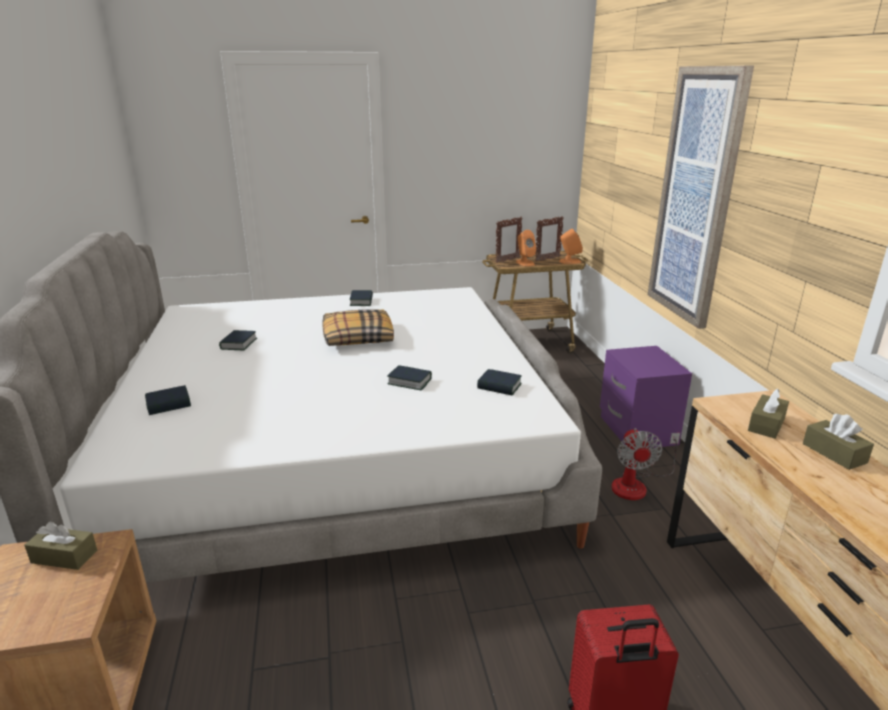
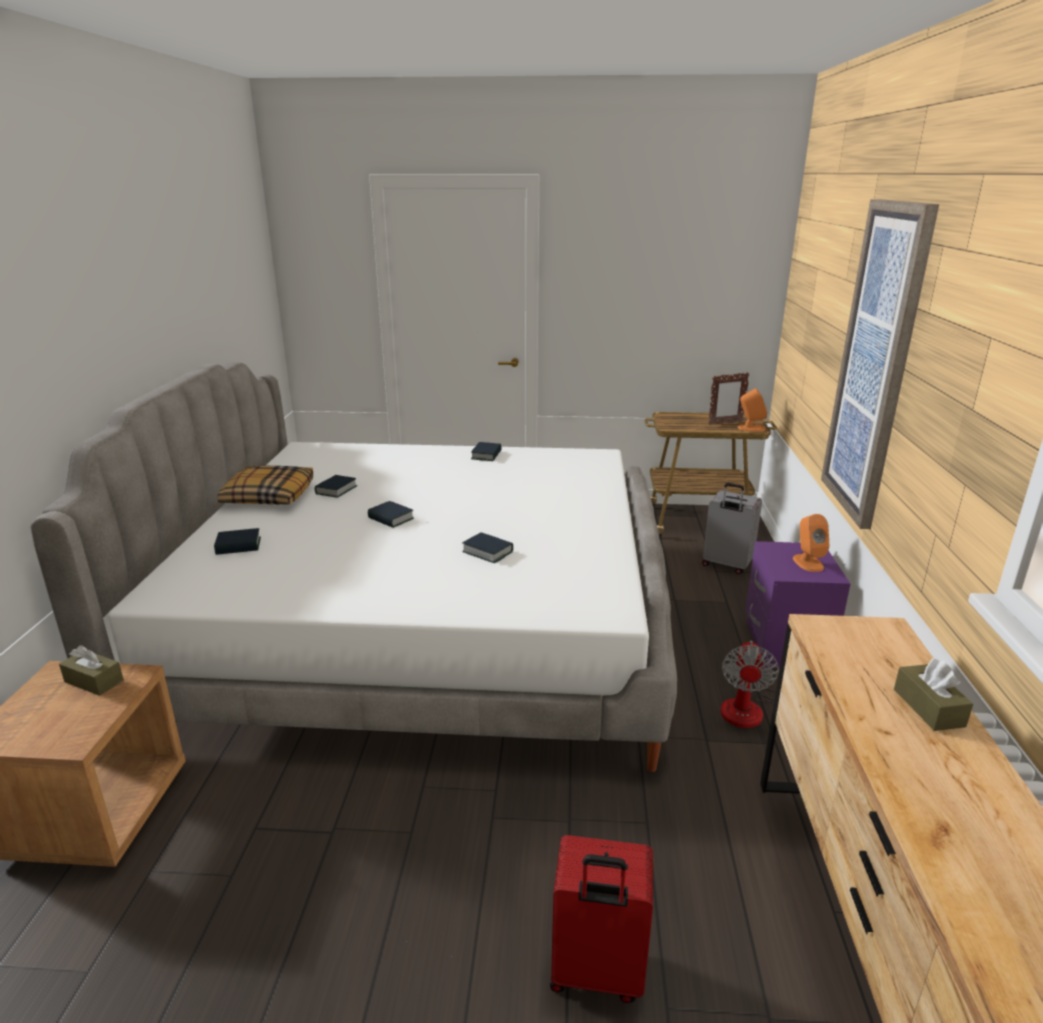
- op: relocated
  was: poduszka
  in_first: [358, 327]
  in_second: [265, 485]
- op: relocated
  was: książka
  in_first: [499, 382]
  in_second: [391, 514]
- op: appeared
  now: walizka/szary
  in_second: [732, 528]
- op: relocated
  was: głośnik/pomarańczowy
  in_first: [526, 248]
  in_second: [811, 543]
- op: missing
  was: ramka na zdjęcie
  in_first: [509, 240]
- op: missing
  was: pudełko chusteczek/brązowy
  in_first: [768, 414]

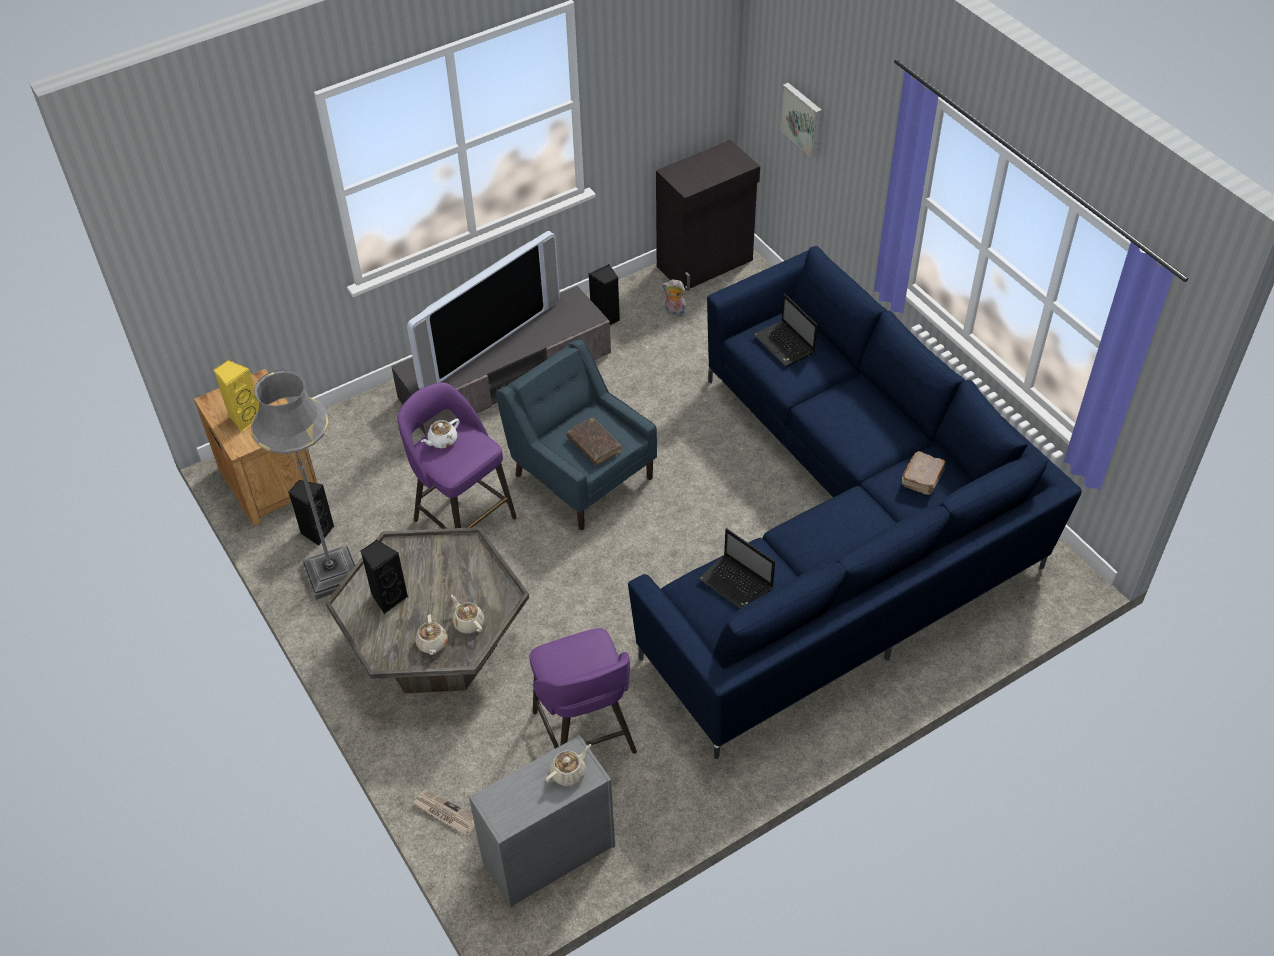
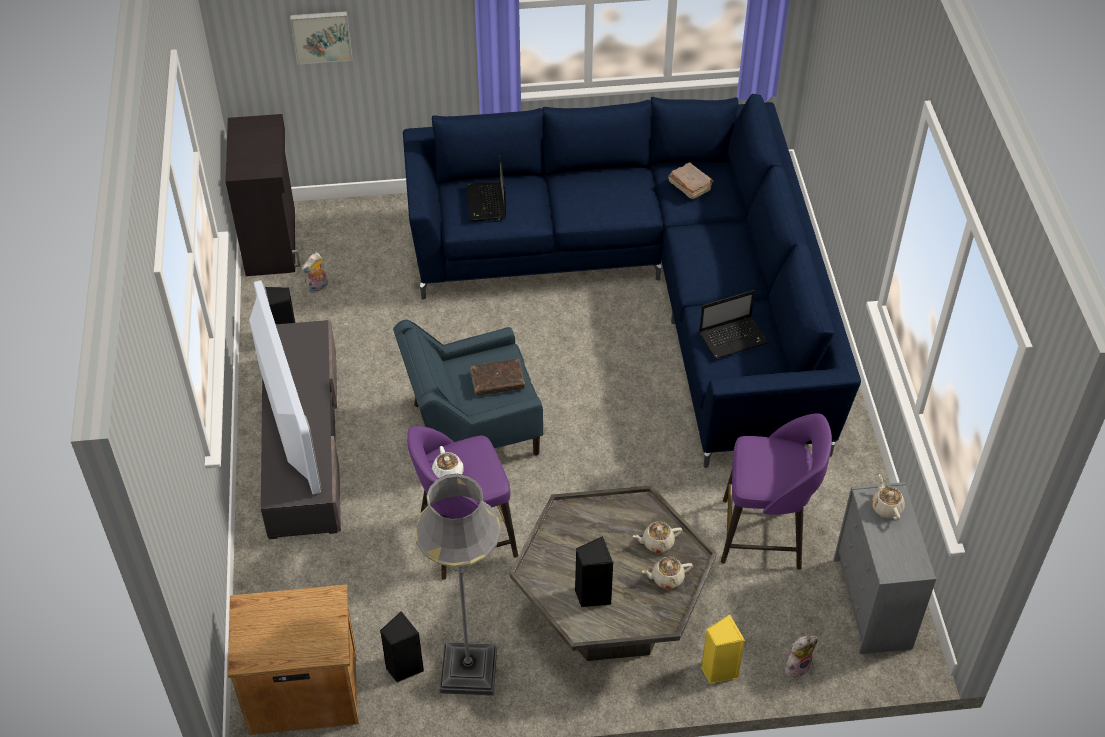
- op: spun
  was: laptop
  in_first: [785, 330]
  in_second: [486, 188]
  clockwise: 90
- op: spun
  was: imbryk/beżowy
  in_first: [431, 634]
  in_second: [667, 573]
  clockwise: 150
- op: relocated
  was: głośnik/żółty
  in_first: [236, 395]
  in_second: [723, 649]
- op: exchanged
  was: gazeta
  now: pluszak
  in_first: [443, 812]
  in_second: [801, 656]

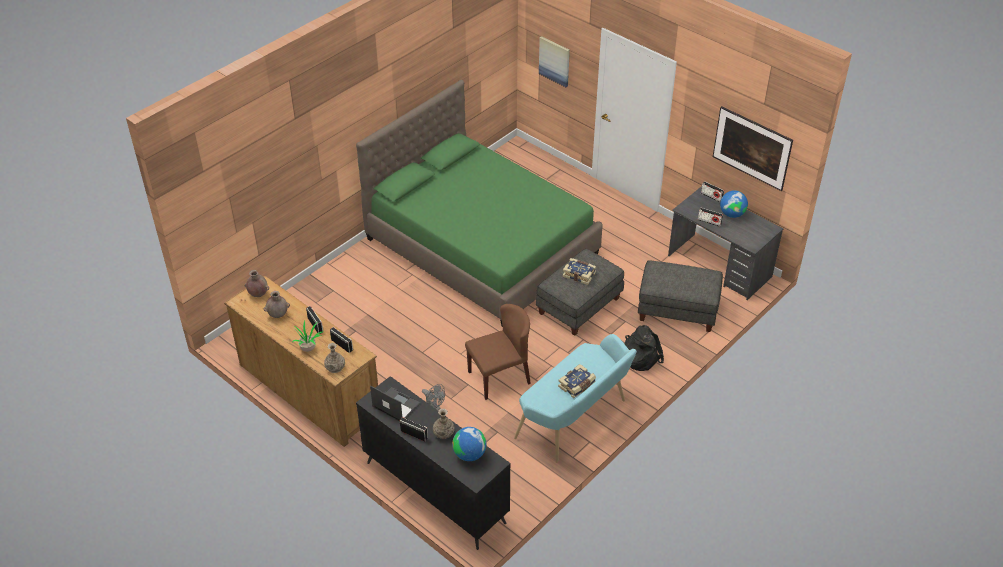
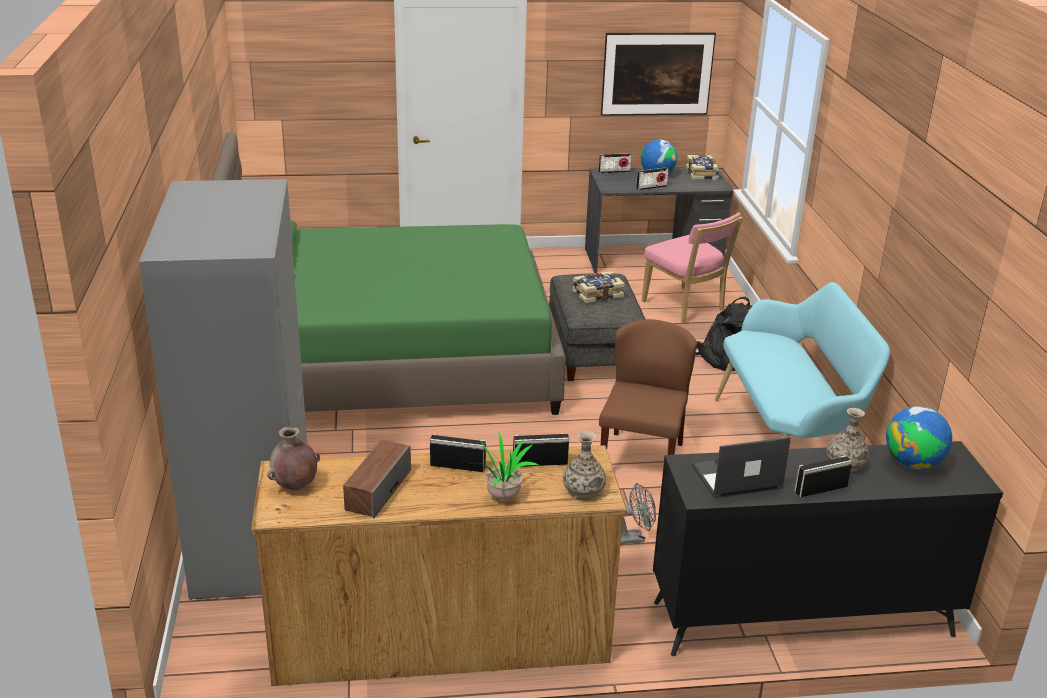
- op: appeared
  now: szafa/szary
  in_second: [223, 389]
- op: exchanged
  was: wazon/brązowy
  now: głośnik
  in_first: [277, 304]
  in_second: [377, 478]
- op: exchanged
  was: pufa/szary
  now: krzesło/różowy
  in_first: [680, 296]
  in_second: [692, 268]
- op: relocated
  was: książka
  in_first: [577, 381]
  in_second: [702, 167]
- op: missing
  was: obraz
  in_first: [554, 61]

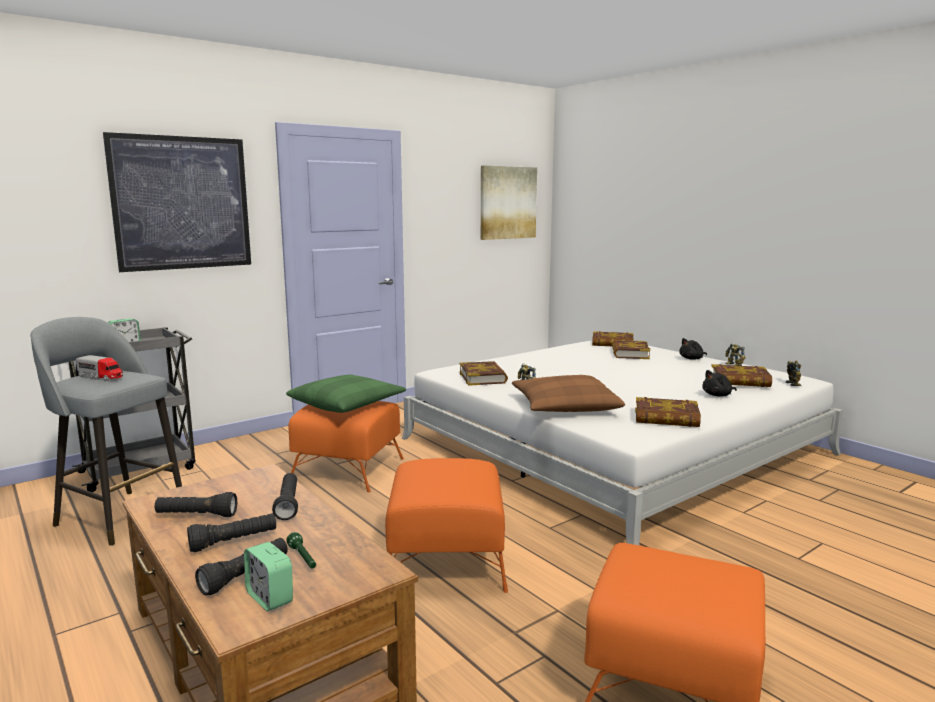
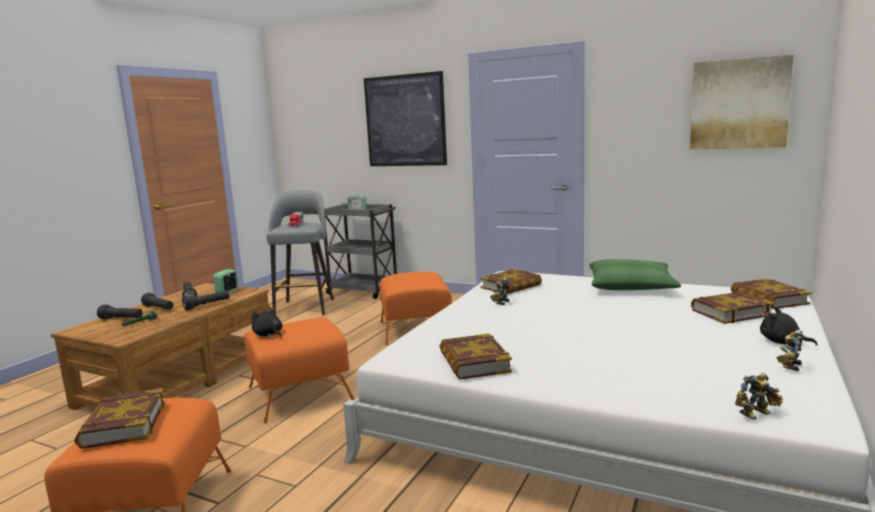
- op: relocated
  was: książka
  in_first: [742, 375]
  in_second: [119, 418]
- op: relocated
  was: budzik
  in_first: [268, 576]
  in_second: [226, 281]
- op: relocated
  was: pluszak/czarny
  in_first: [719, 383]
  in_second: [267, 322]
- op: relocated
  was: poduszka/zielony
  in_first: [346, 394]
  in_second: [635, 274]
- op: missing
  was: poduszka/brązowy
  in_first: [568, 393]

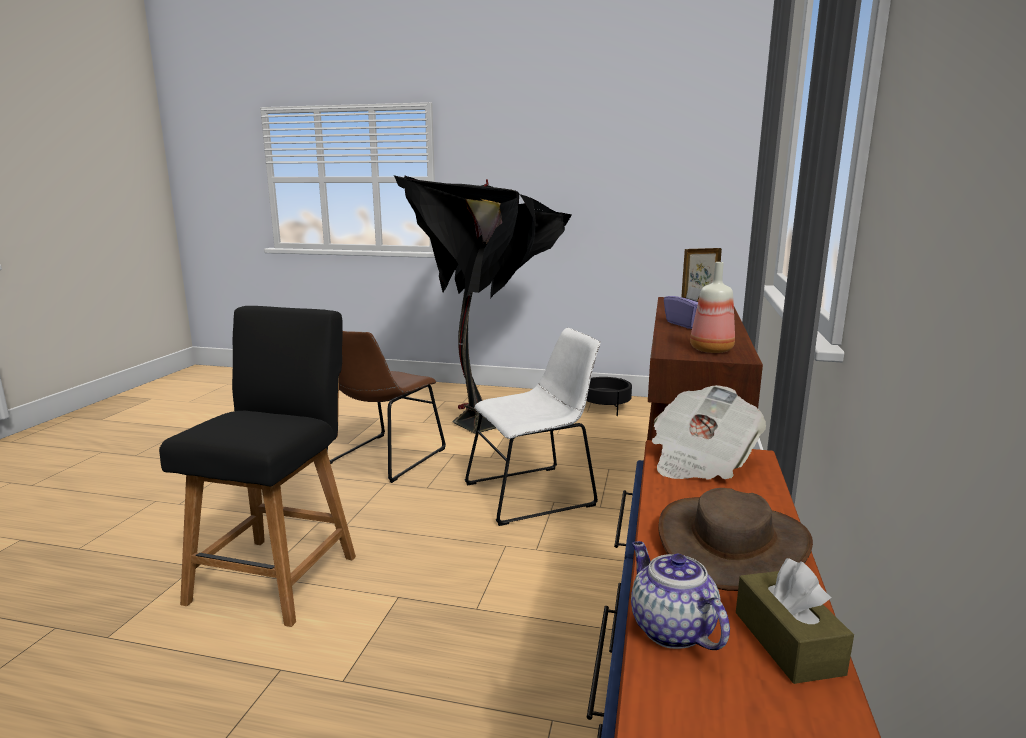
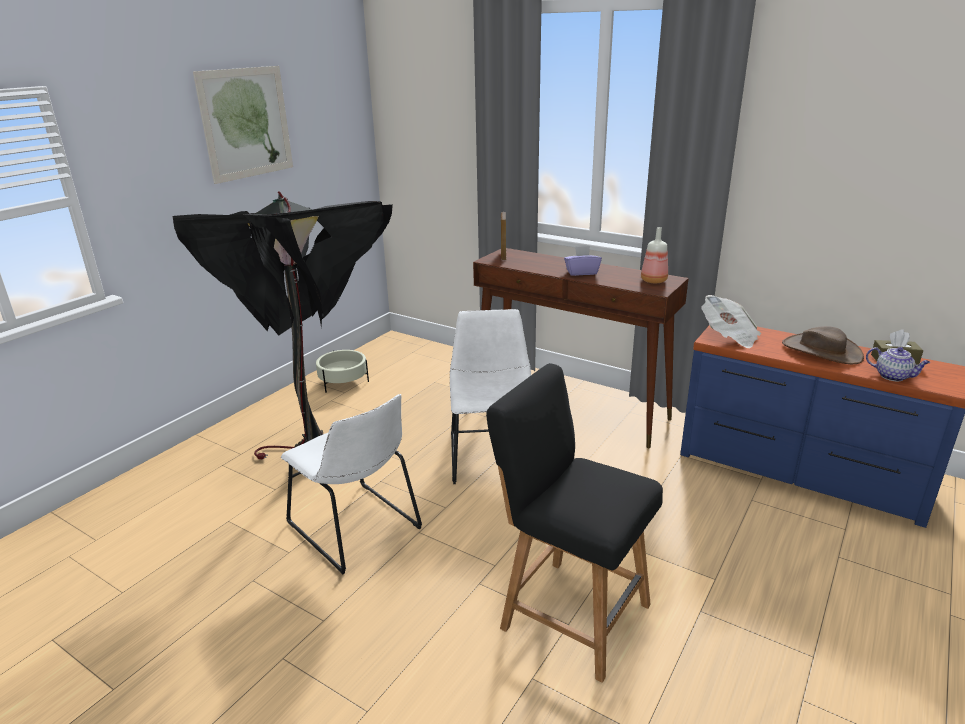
- op: appeared
  now: obraz
  in_second: [243, 125]
- op: colour
  was: krzesło/brązowy
  now: krzesło/biały
  in_first: [386, 407]
  in_second: [351, 484]
- op: colour
  was: donica/czarny
  now: donica/beżowy
  in_first: [609, 396]
  in_second: [342, 371]
- op: spun
  was: imbryk
  in_first: [680, 595]
  in_second: [898, 364]
  clockwise: -135

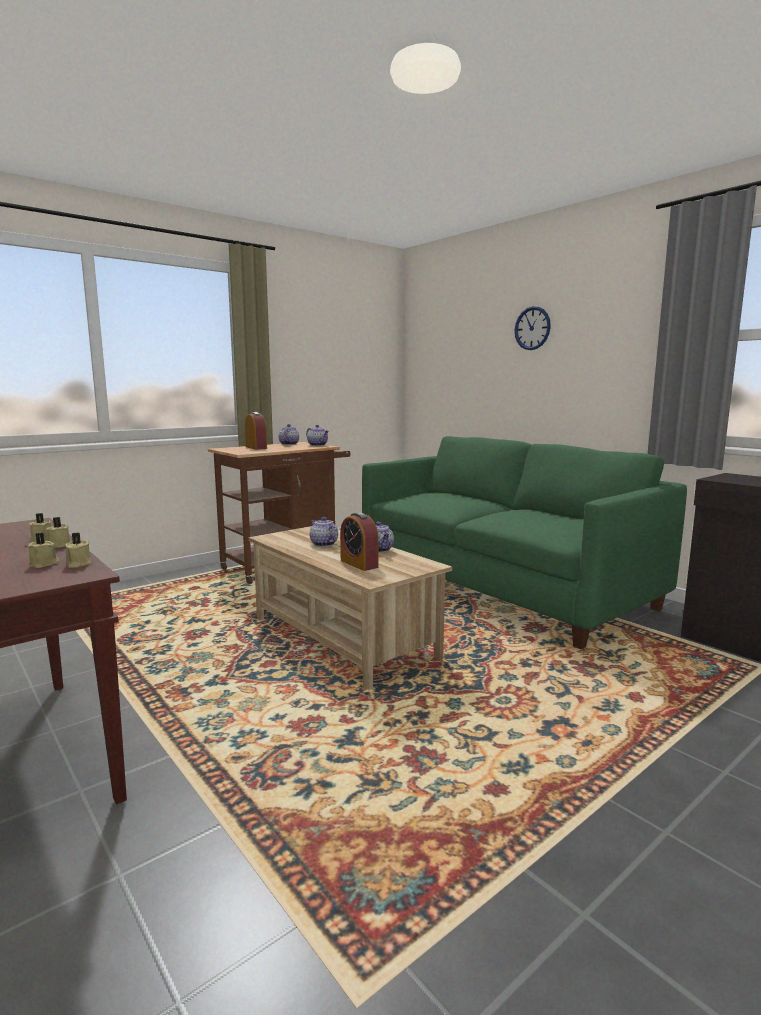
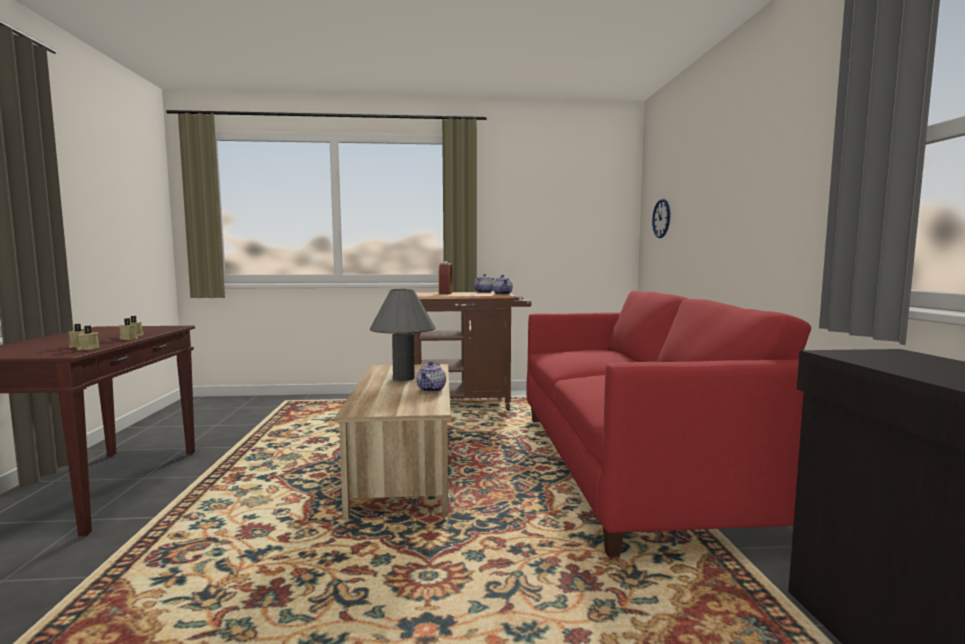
- op: exchanged
  was: imbryk
  now: lampa stołowa/szary
  in_first: [324, 532]
  in_second: [402, 335]
- op: colour
  was: kanapa/zielony
  now: kanapa/czerwony
  in_first: [524, 542]
  in_second: [668, 424]
- op: relocated
  was: zegar ścienny
  in_first: [533, 328]
  in_second: [661, 218]
- op: missing
  was: budzik
  in_first: [359, 541]

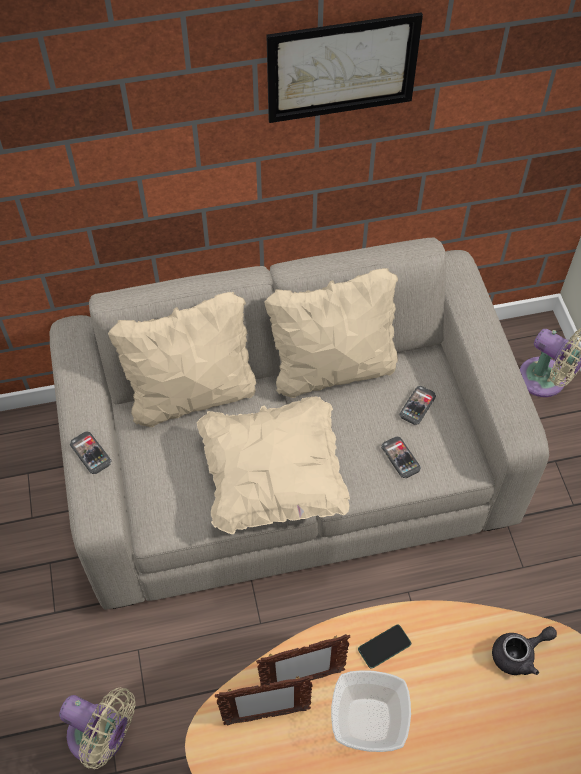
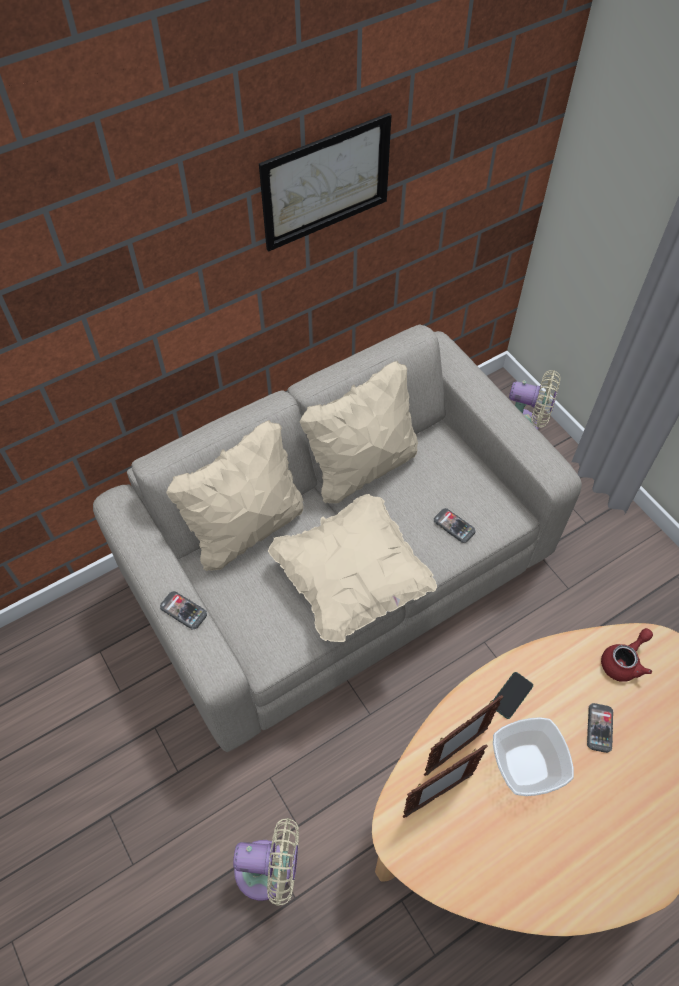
- op: relocated
  was: telefon
  in_first: [417, 405]
  in_second: [600, 728]
- op: colour
  was: imbryk/szary
  now: imbryk/czerwony
  in_first: [524, 650]
  in_second: [627, 655]

